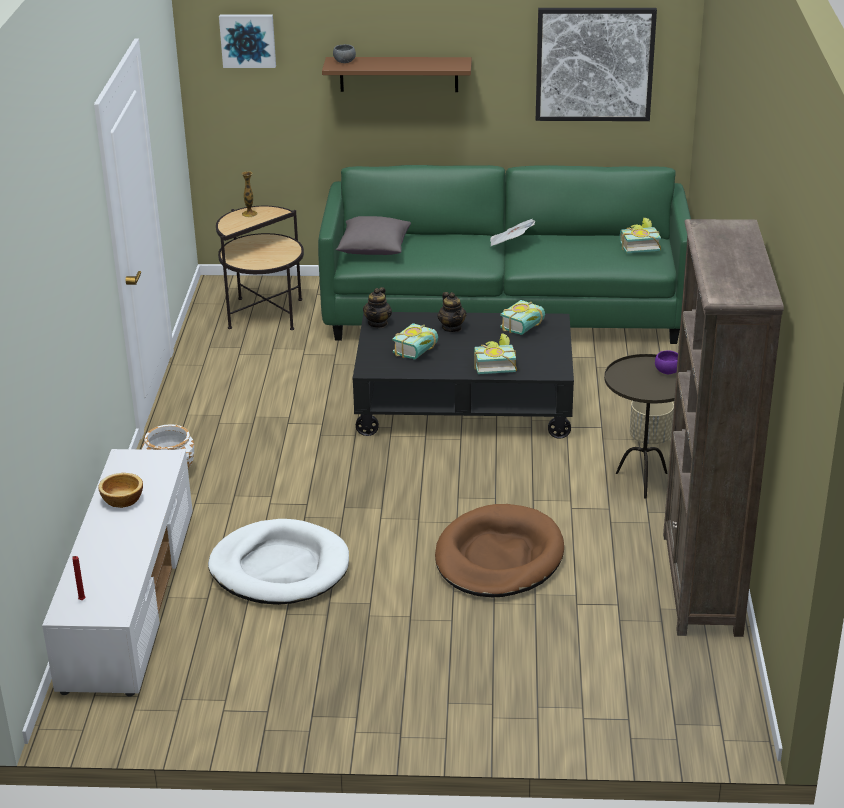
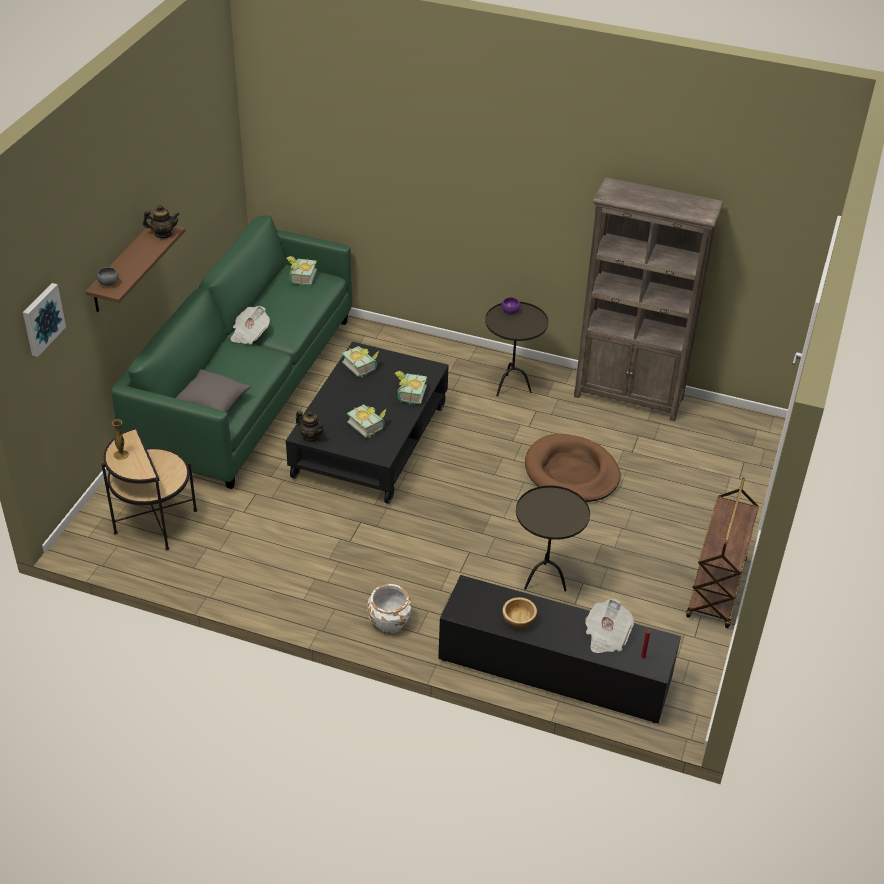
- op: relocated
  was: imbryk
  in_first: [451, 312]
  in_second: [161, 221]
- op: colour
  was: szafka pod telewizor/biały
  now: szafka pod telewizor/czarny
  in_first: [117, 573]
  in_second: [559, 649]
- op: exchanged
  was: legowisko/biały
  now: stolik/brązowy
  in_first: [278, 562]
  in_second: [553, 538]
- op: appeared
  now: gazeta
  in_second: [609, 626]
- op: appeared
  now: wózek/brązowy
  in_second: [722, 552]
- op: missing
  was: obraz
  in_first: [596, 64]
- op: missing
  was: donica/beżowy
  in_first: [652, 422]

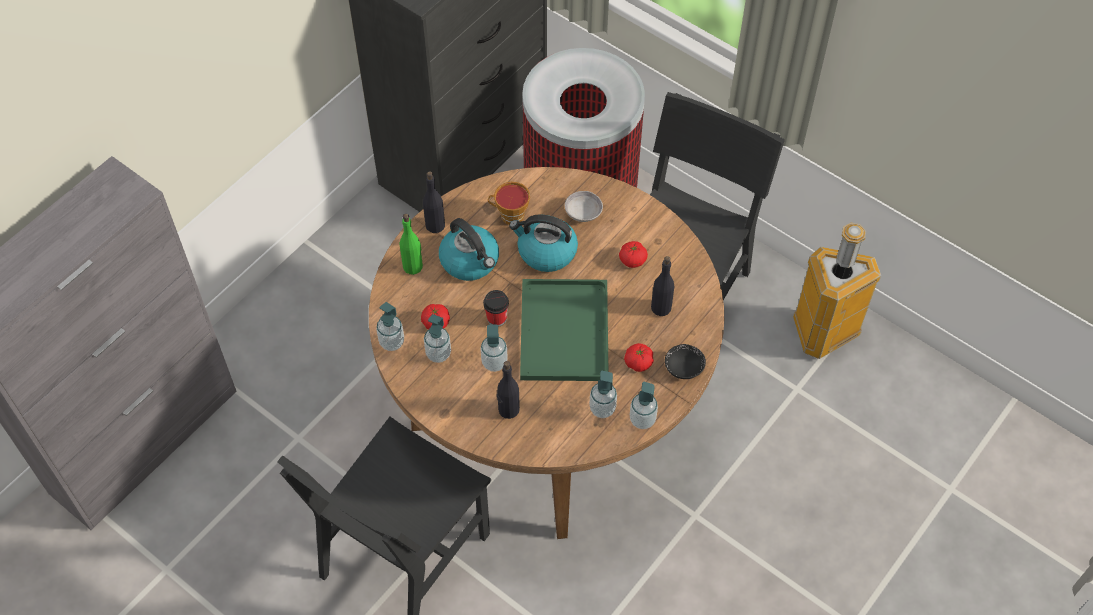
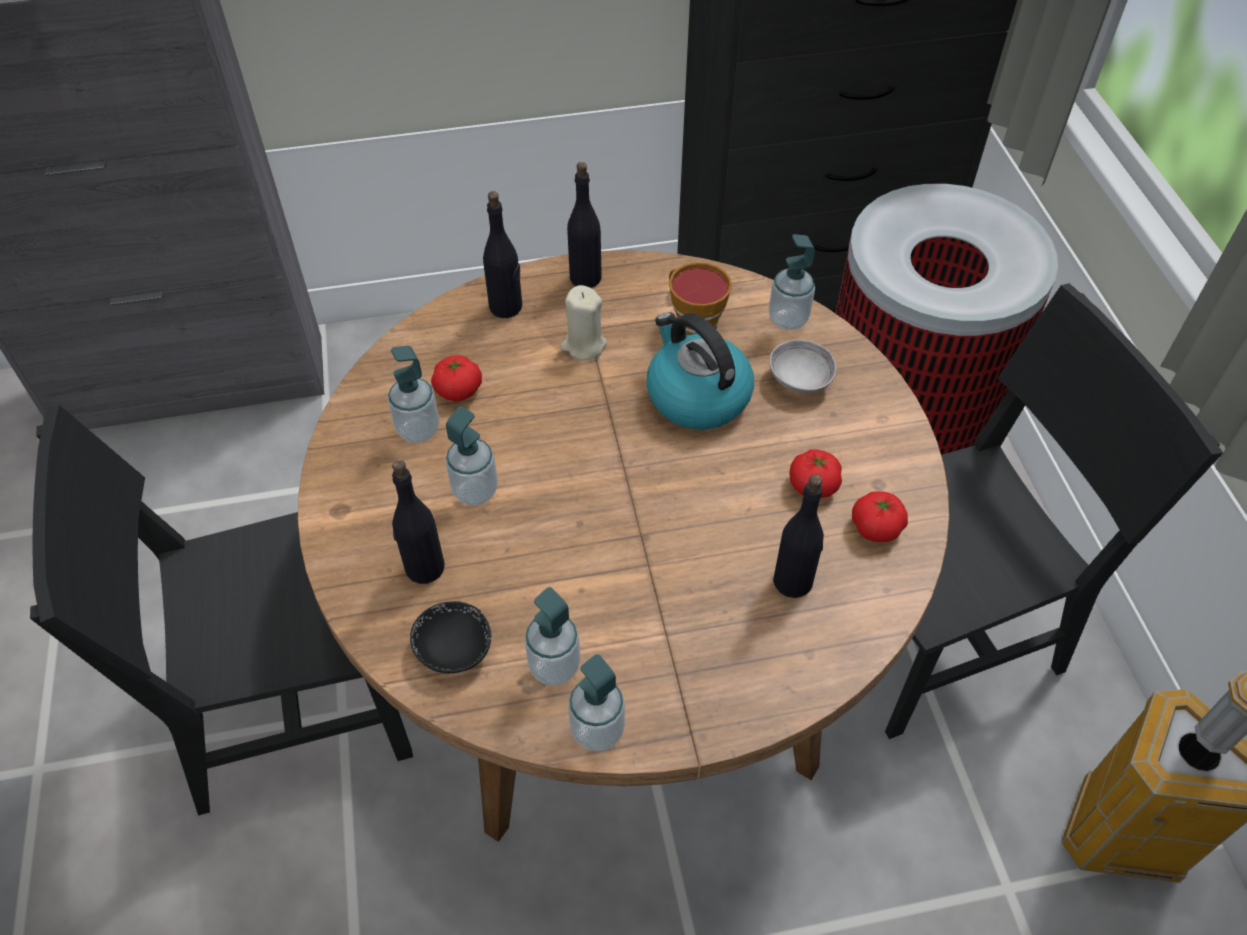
- op: relocated
  was: miska/czarny
  in_first: [685, 361]
  in_second: [450, 637]
- op: colour
  was: butelka/zielony
  now: butelka/czarny
  in_first: [411, 244]
  in_second: [502, 254]
- op: exchanged
  was: czajnik
  now: świeca/beżowy
  in_first: [469, 249]
  in_second: [583, 322]
- op: relocated
  was: dozownik mydła
  in_first: [390, 326]
  in_second: [792, 282]
- op: relocated
  was: pomidor
  in_first: [639, 357]
  in_second: [880, 516]
- op: missing
  was: filiżanka
  in_first: [496, 308]
- op: missing
  was: taca/zielony
  in_first: [564, 330]

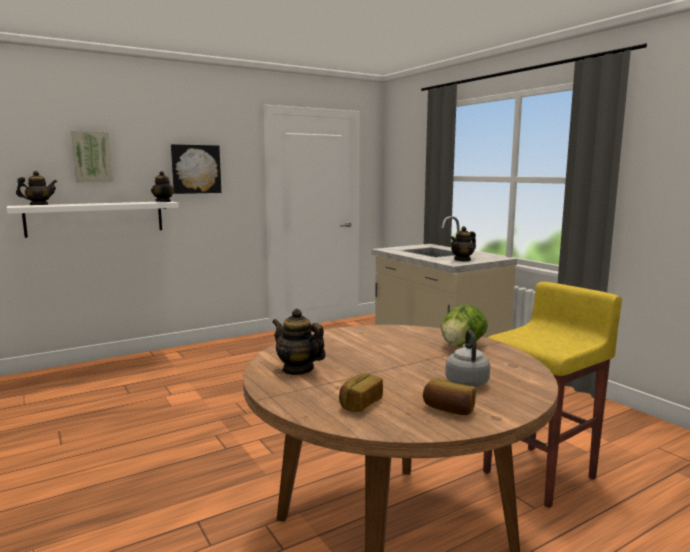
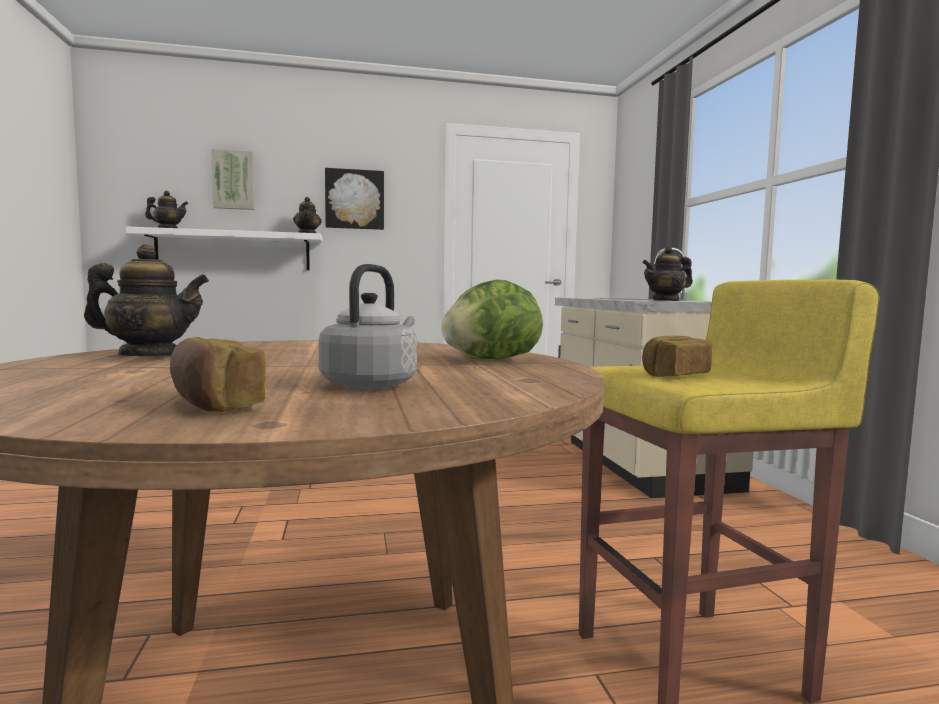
- op: spun
  was: imbryk
  in_first: [299, 341]
  in_second: [146, 300]
  clockwise: 120
- op: relocated
  was: chleb
  in_first: [361, 393]
  in_second: [677, 356]

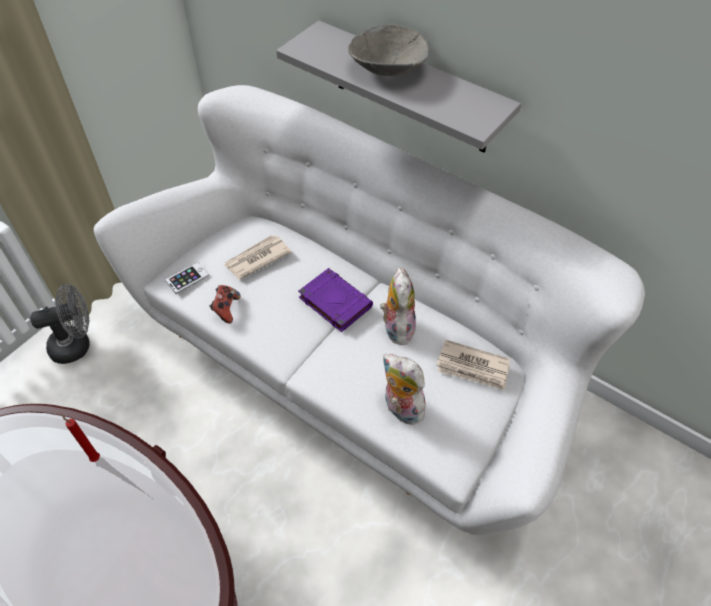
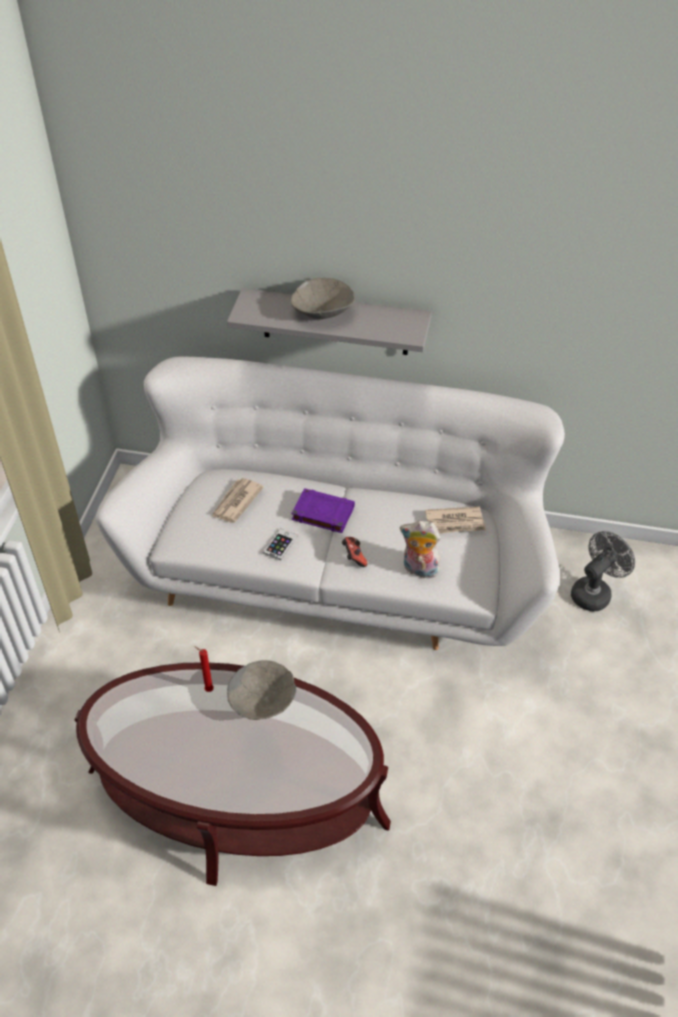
- op: appeared
  now: miska/szary
  in_second: [261, 690]
- op: relocated
  was: telefon
  in_first: [187, 278]
  in_second: [280, 544]
- op: relocated
  was: pad do gier
  in_first: [225, 304]
  in_second: [354, 552]
- op: relocated
  was: wentylator/szary
  in_first: [60, 324]
  in_second: [603, 571]
- op: missing
  was: pluszak
  in_first: [398, 306]

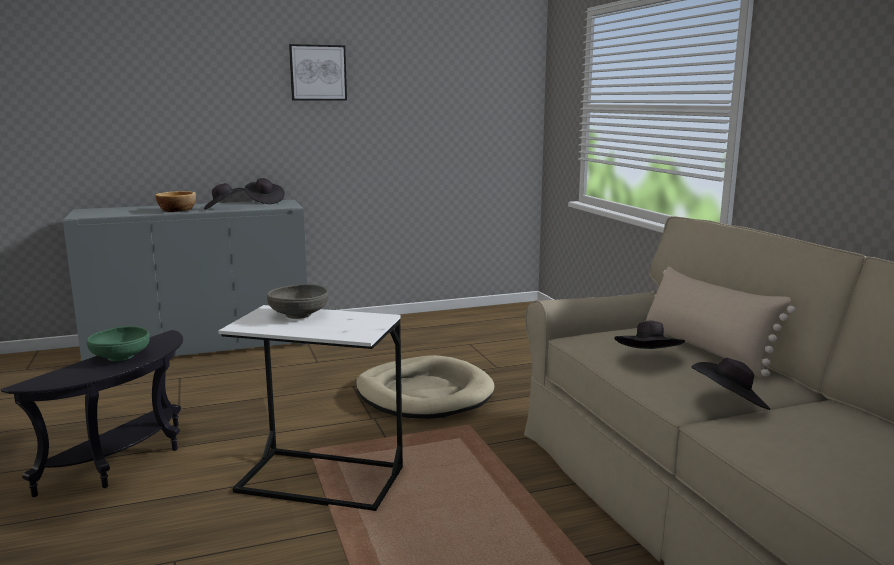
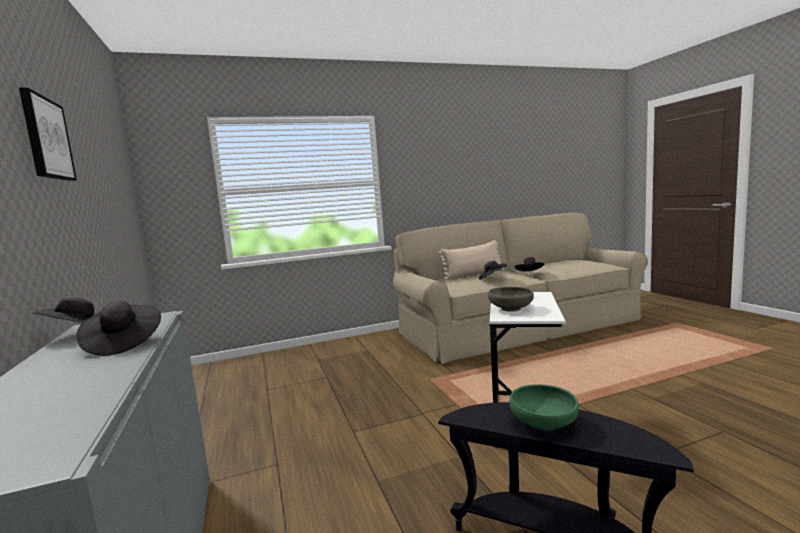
- op: missing
  was: miska
  in_first: [175, 201]
- op: missing
  was: legowisko/beżowy
  in_first: [425, 387]

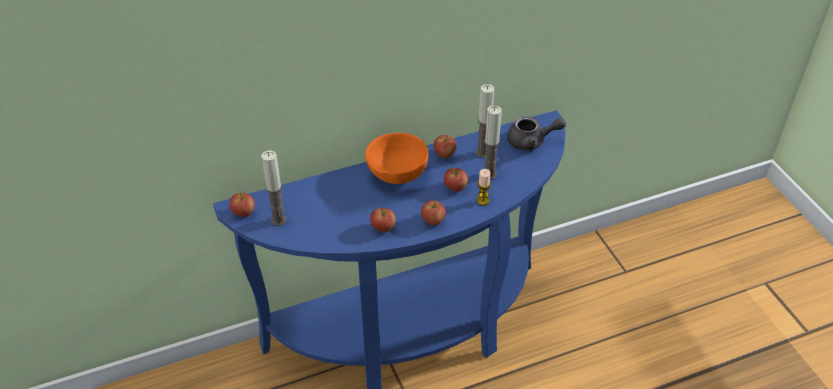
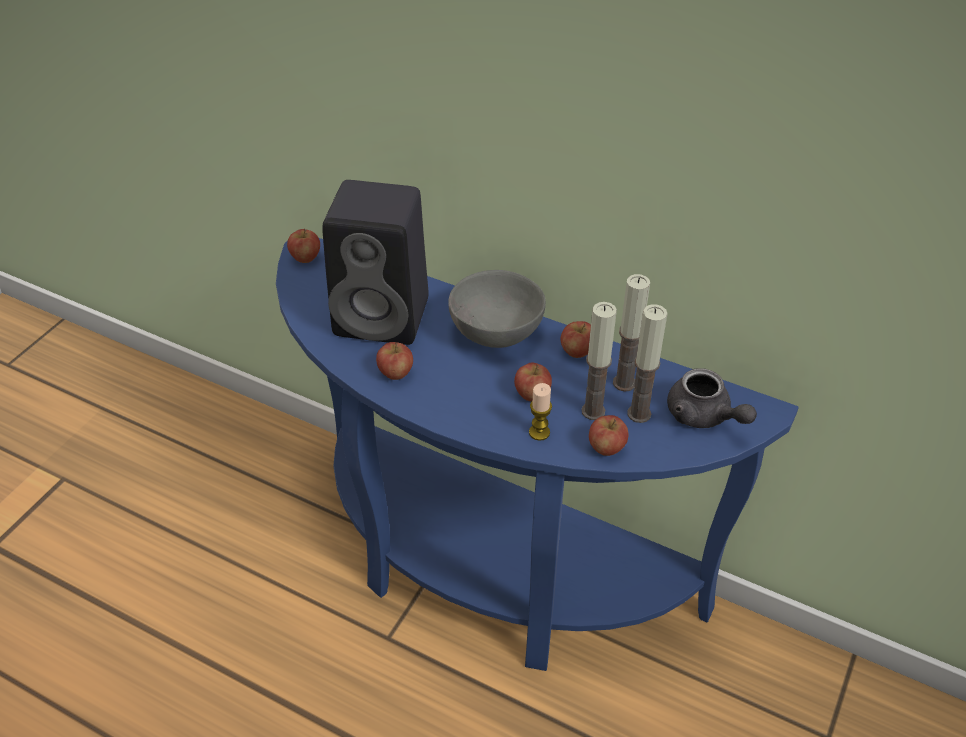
- op: appeared
  now: głośnik/czarny
  in_second: [375, 262]
- op: colour
  was: miska/pomarańczowy
  now: miska/szary
  in_first: [396, 158]
  in_second: [497, 309]
- op: relocated
  was: jabłko
  in_first: [433, 213]
  in_second: [608, 435]
- op: relocated
  was: świeca
  in_first: [273, 188]
  in_second: [648, 363]

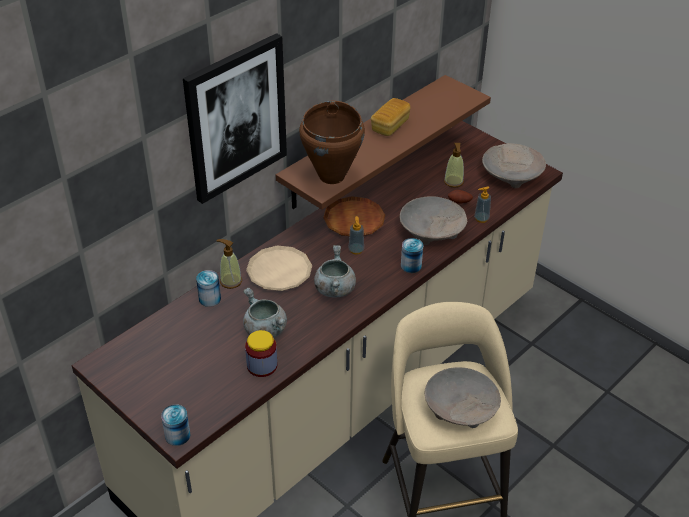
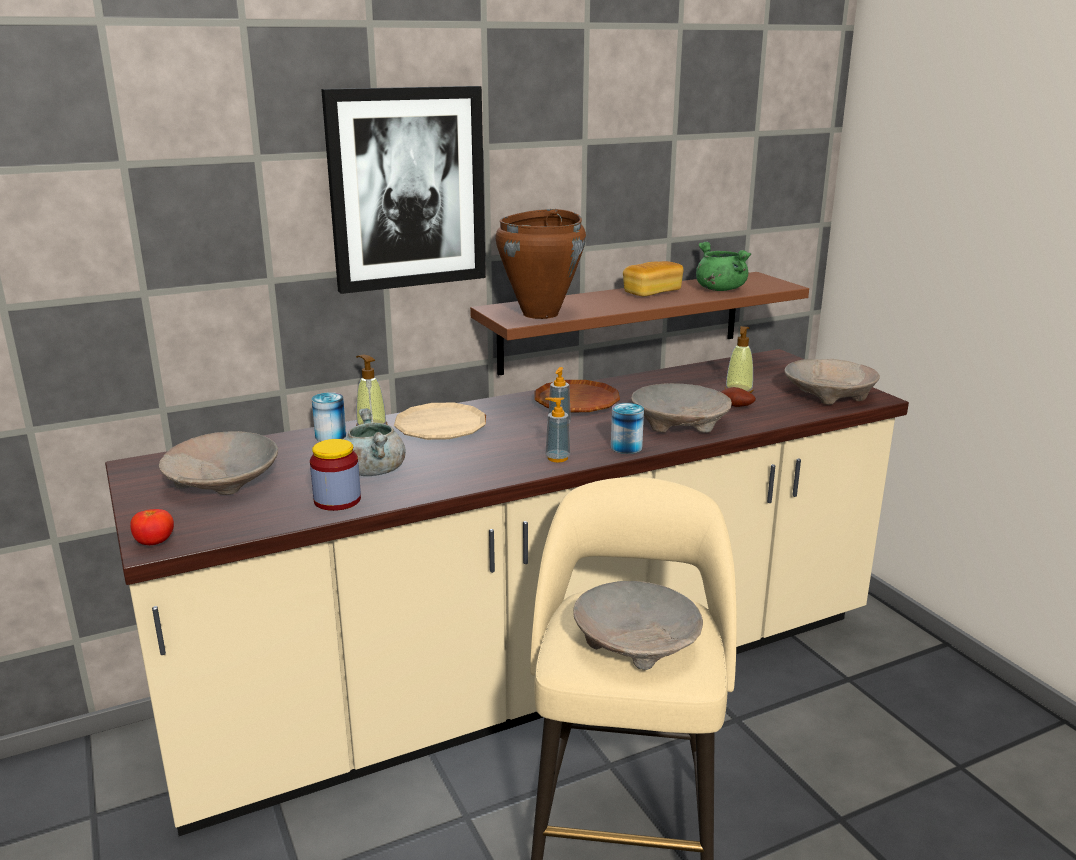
- op: exchanged
  was: puszka
  now: pomidor
  in_first: [175, 425]
  in_second: [152, 527]
- op: appeared
  now: miska/beżowy
  in_second: [218, 463]
- op: relocated
  was: dozownik mydła
  in_first: [482, 204]
  in_second: [557, 430]
- op: appeared
  now: garnek/zielony
  in_second: [723, 266]
- op: missing
  was: garnek/szary
  in_first: [335, 271]

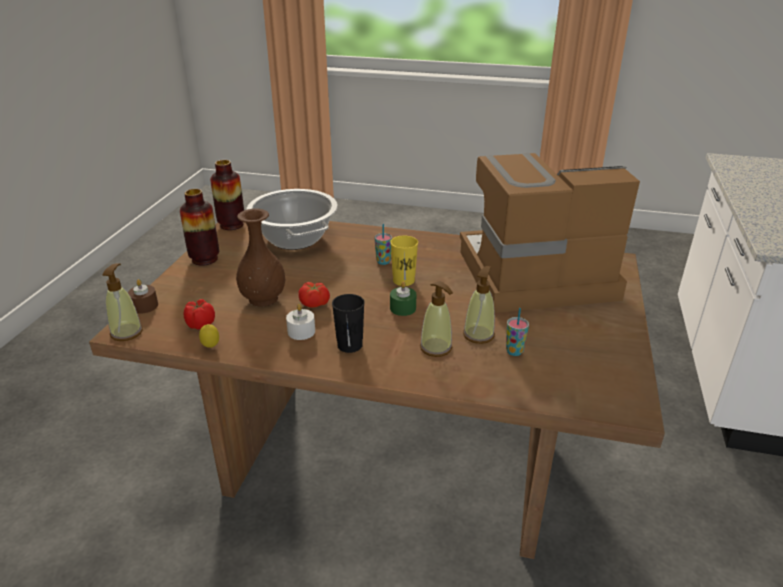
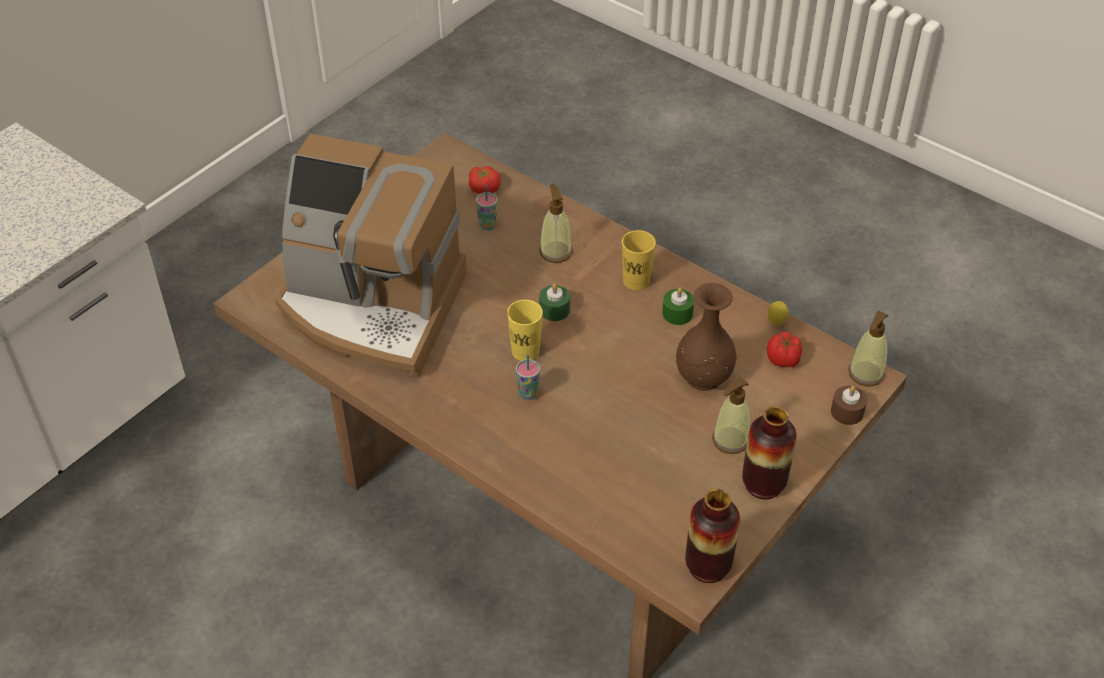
- op: relocated
  was: pomidor
  in_first: [314, 295]
  in_second: [485, 180]
- op: colour
  was: filiżanka/czarny
  now: filiżanka/żółty
  in_first: [348, 323]
  in_second: [639, 260]
- op: colour
  was: świeca/biały
  now: świeca/zielony
  in_first: [300, 322]
  in_second: [678, 306]
- op: relocated
  was: dozownik mydła
  in_first: [479, 305]
  in_second: [731, 415]
- op: missing
  was: garnek
  in_first: [292, 219]

